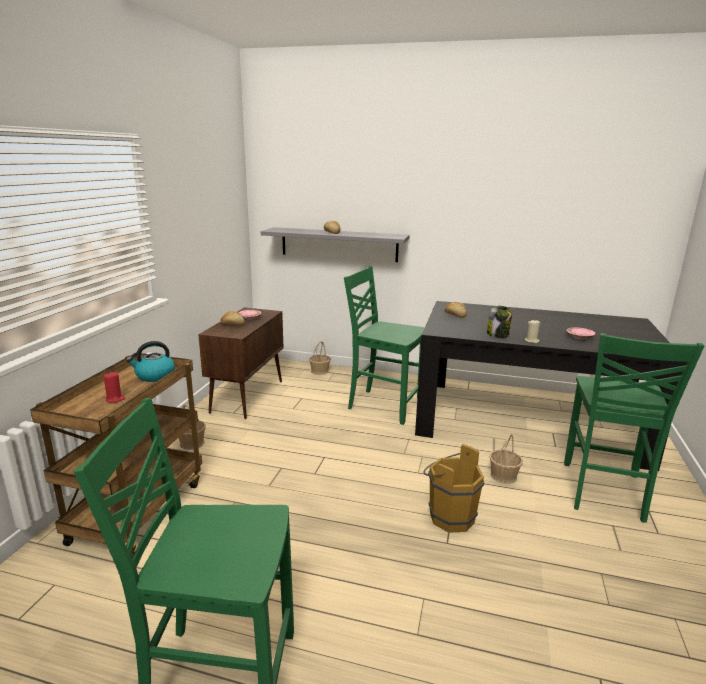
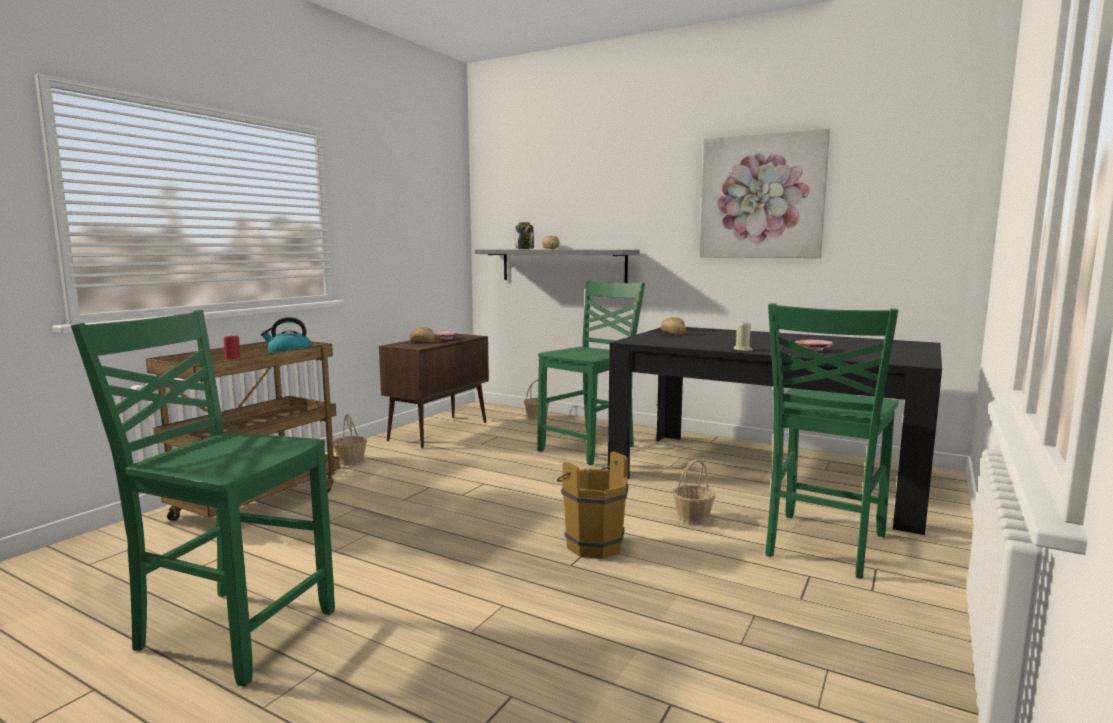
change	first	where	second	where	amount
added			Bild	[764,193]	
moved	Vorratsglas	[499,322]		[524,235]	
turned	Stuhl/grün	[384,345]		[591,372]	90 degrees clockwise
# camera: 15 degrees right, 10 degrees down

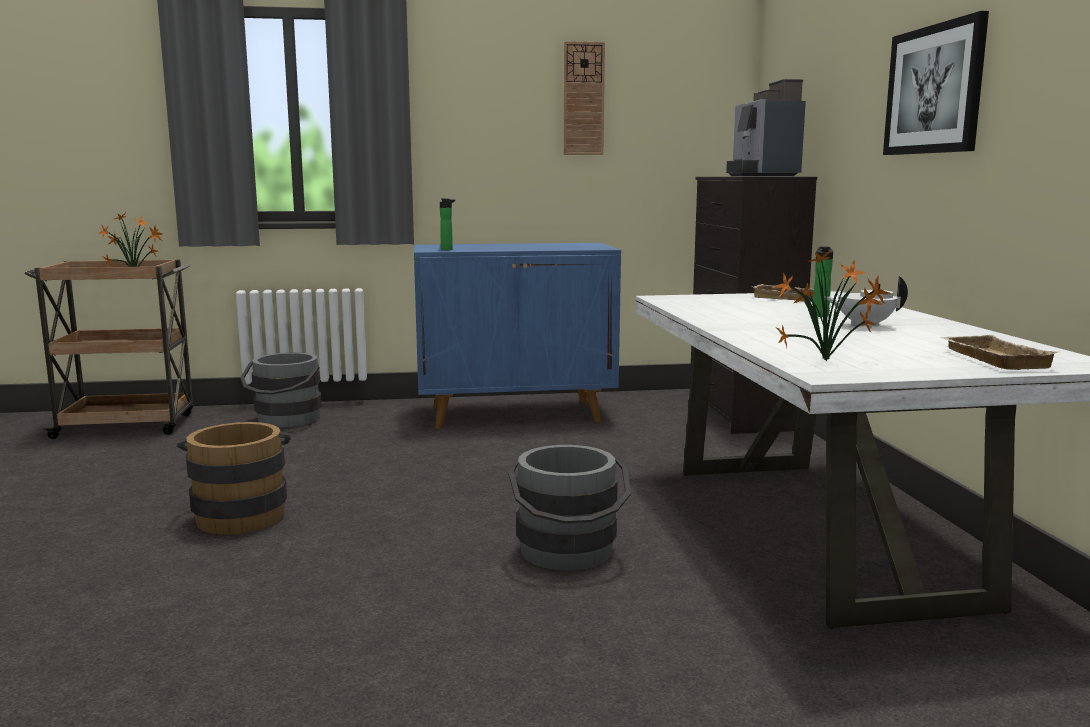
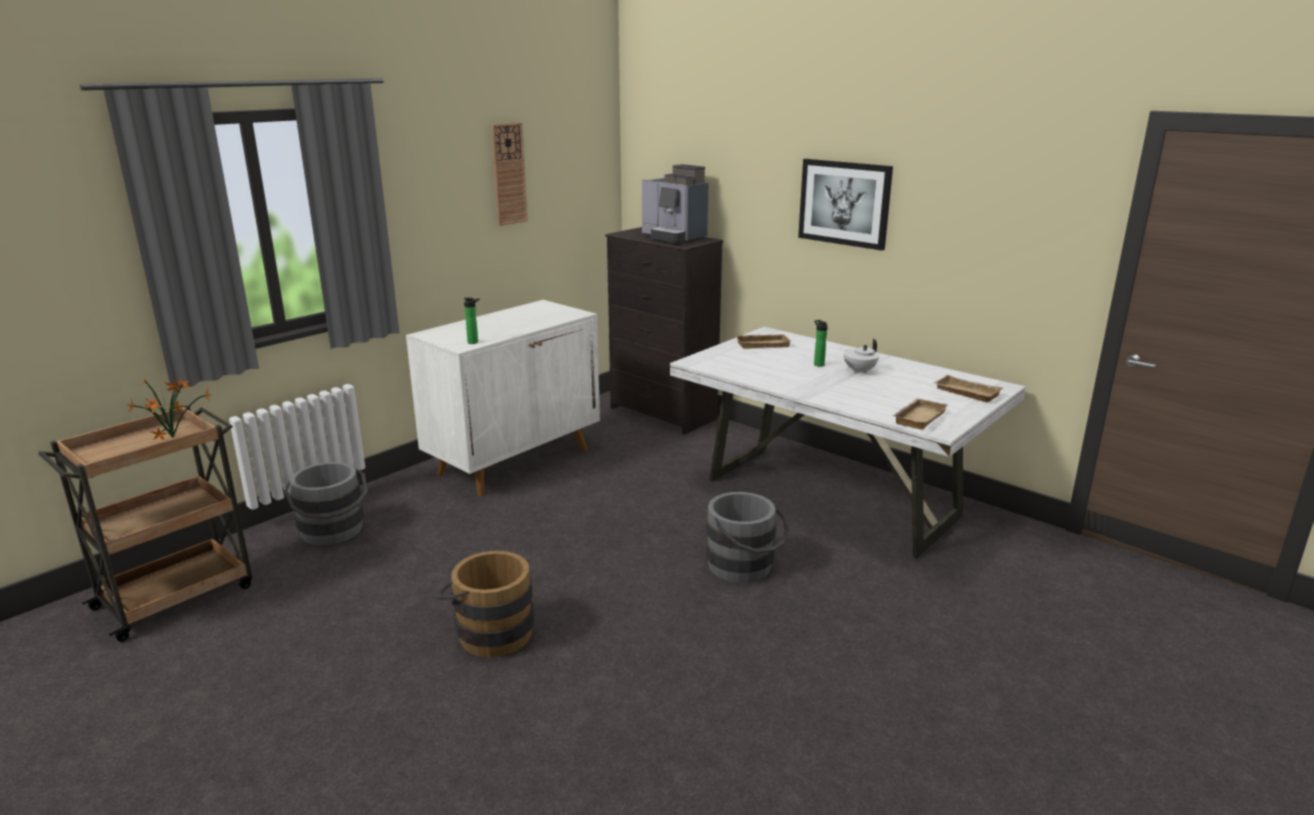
change	first	where	second	where	amount
replaced	Topfpflanze	[832,306]	Tablett/beige	[920,414]	
recoloured	Schrank/blau	[517,336]	Schrank/weiß	[503,398]	
# camera: 40 degrees left, 10 degrees up

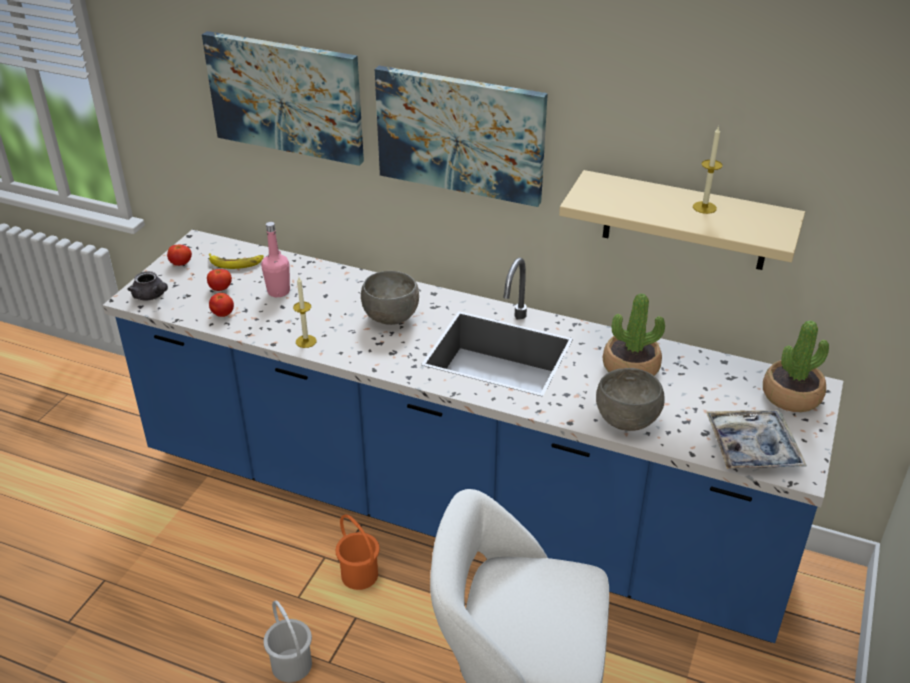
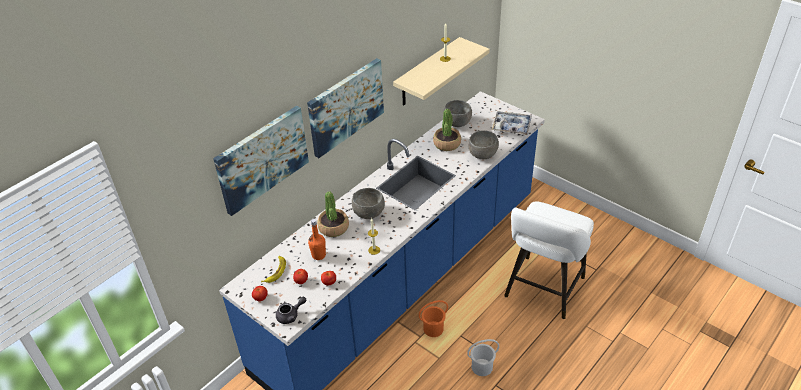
change	first	where	second	where	amount
added			Schüssel/grau	[457,113]	
moved	Topfpflanze	[796,366]		[333,214]	
recoloured	Flasche/rosa	[275,259]	Flasche/orange	[317,239]	
# camera: 70 degrees left, 5 degrees up

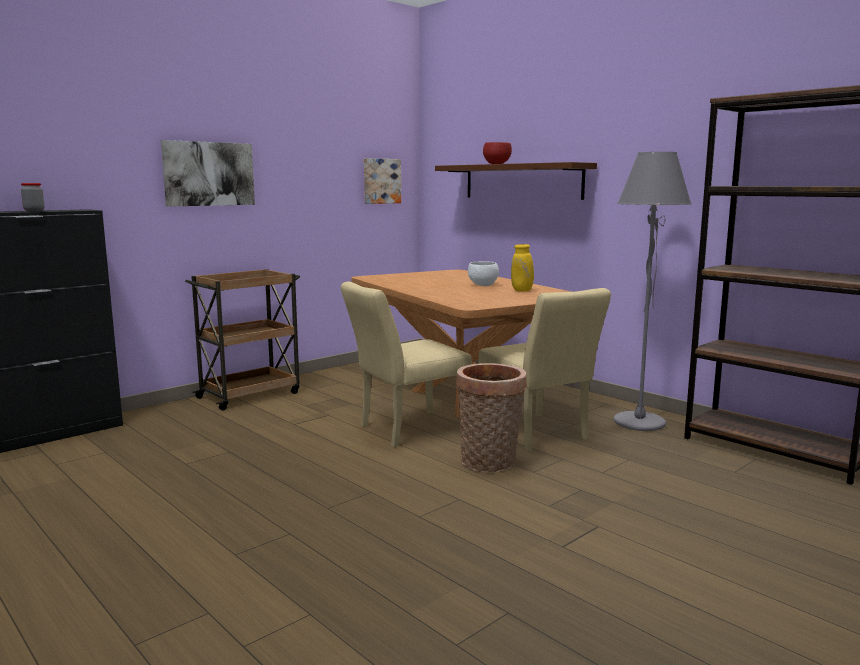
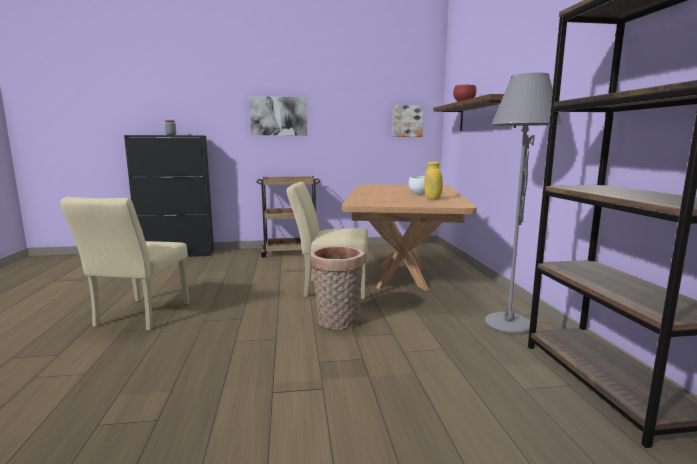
change	first	where	second	where	amount
moved	Stuhl/beige	[545,370]		[124,263]	
# camera: 35 degrees right, 0 degrees up

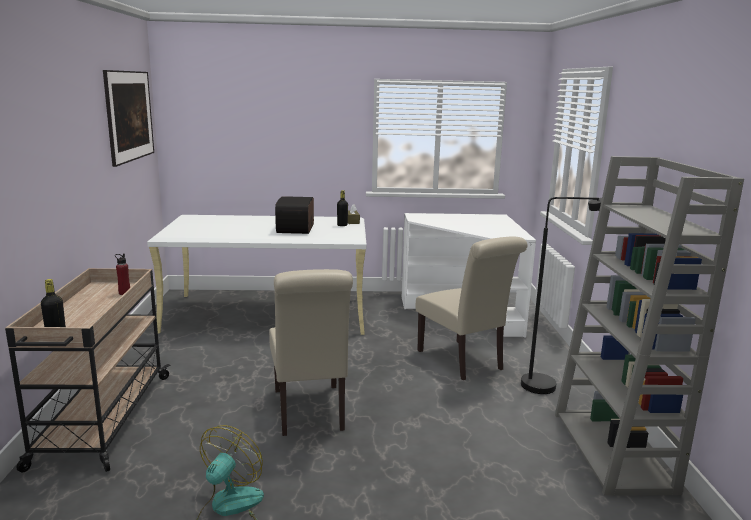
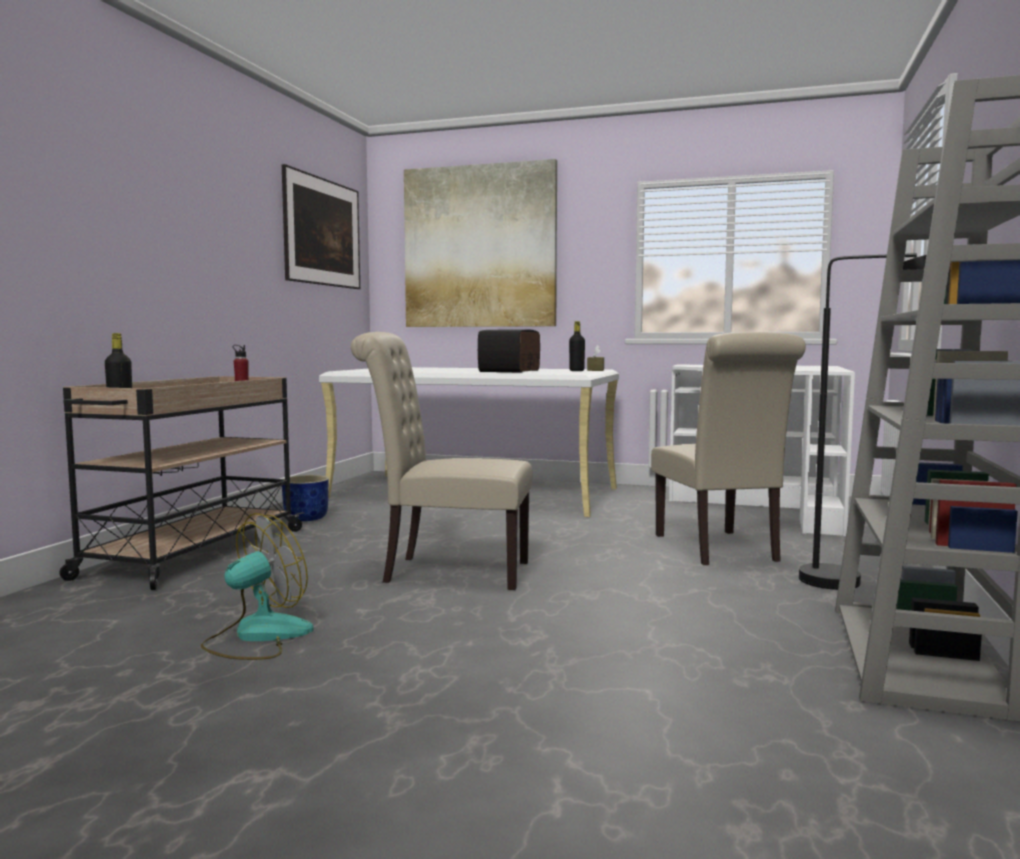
change	first	where	second	where	amount
added			Pflanzkübel/blau	[305,498]	
added			Bild	[480,243]	
turned	Stuhl/beige	[311,352]		[441,461]	90 degrees clockwise
# camera: 20 degrees right, 10 degrees down

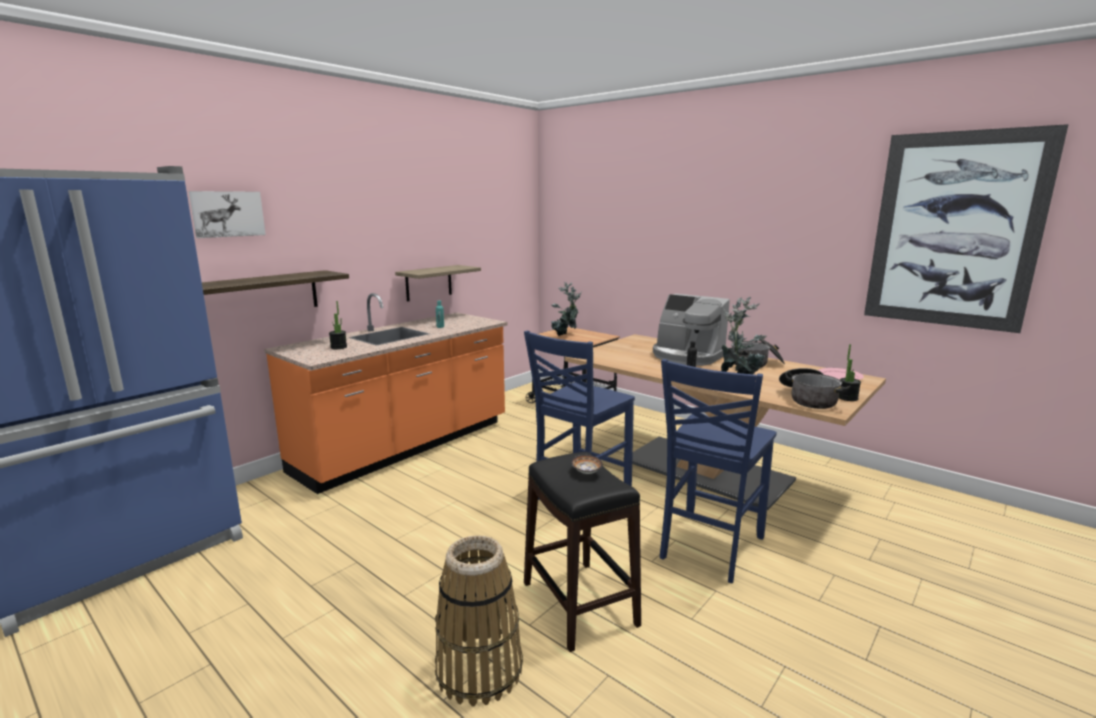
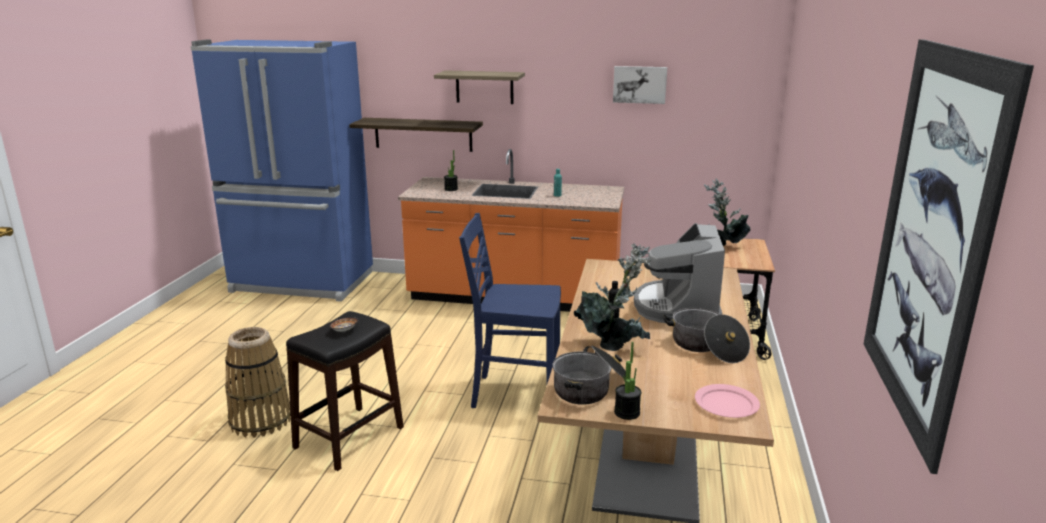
change	first	where	second	where	amount
removed	Stuhl/blau	[718,471]			
moved	Bild	[227,214]		[640,85]	
moved	Wandregal	[438,283]		[479,87]	
# camera: 60 degrees right, 5 degrees up

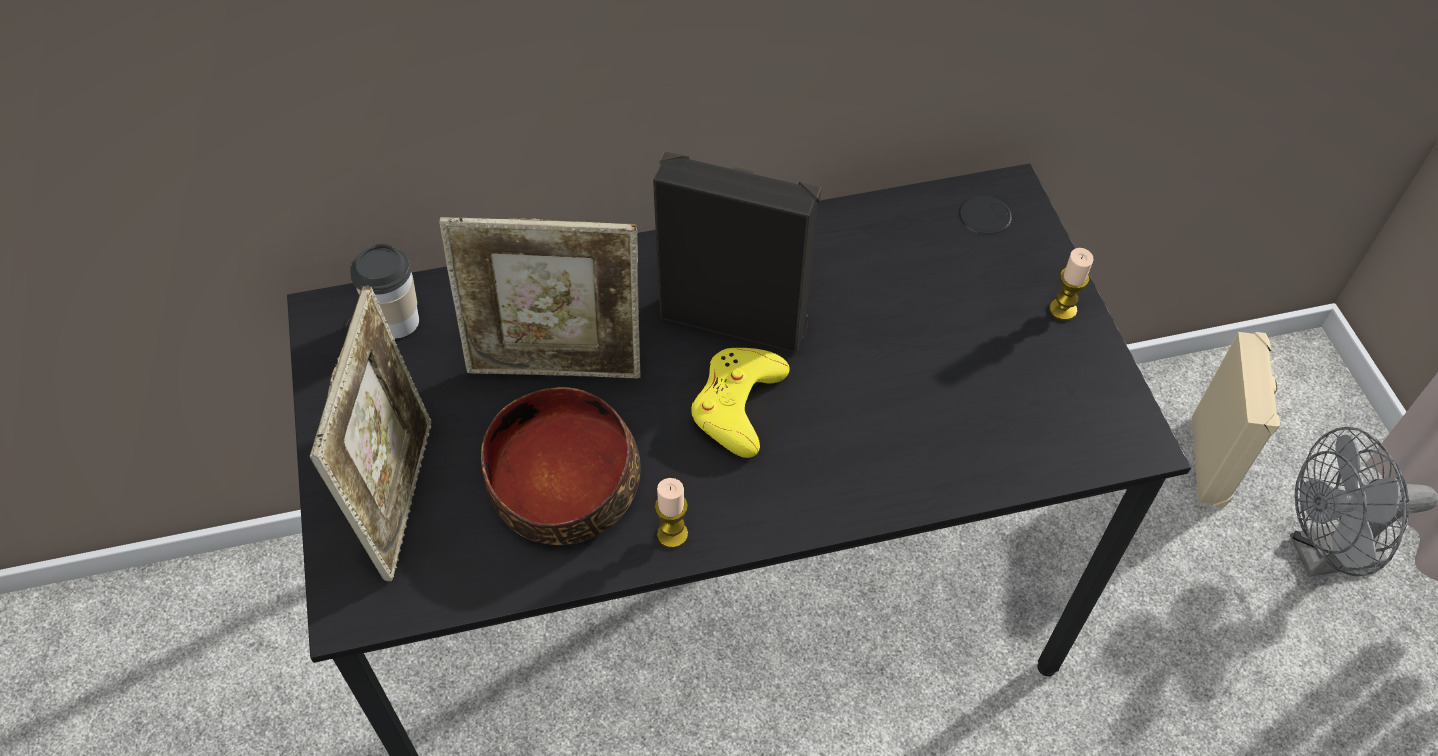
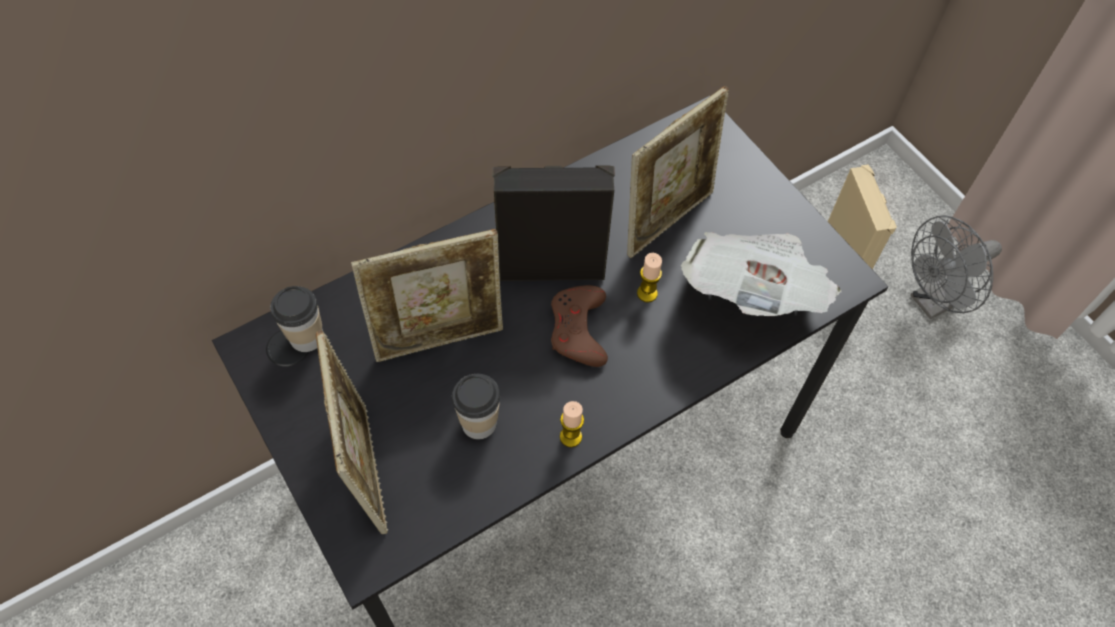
change	first	where	second	where	amount
added			Bilderrahmen	[678,172]	
added			Zeitung	[761,274]	
moved	Kerze	[1071,284]		[649,278]	
replaced	Schüssel	[561,466]	Tasse	[476,406]	
recoloured	Gamepad/gelb	[740,403]	Gamepad/braun	[579,326]	
# camera: 20 degrees left, 5 degrees up

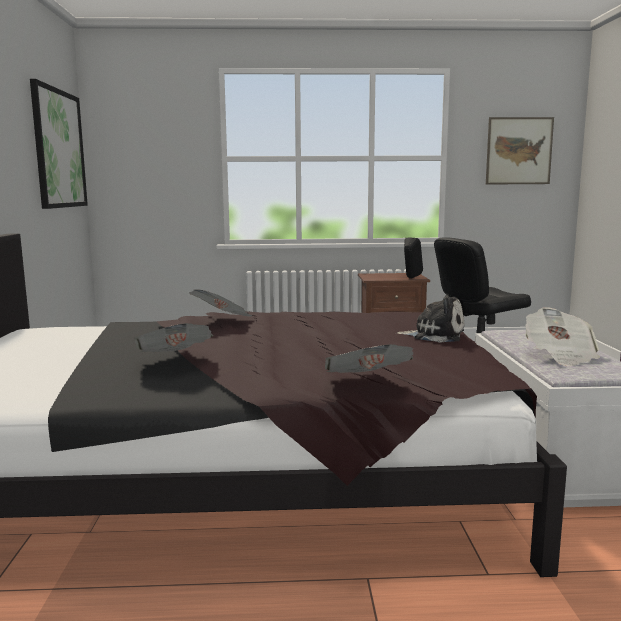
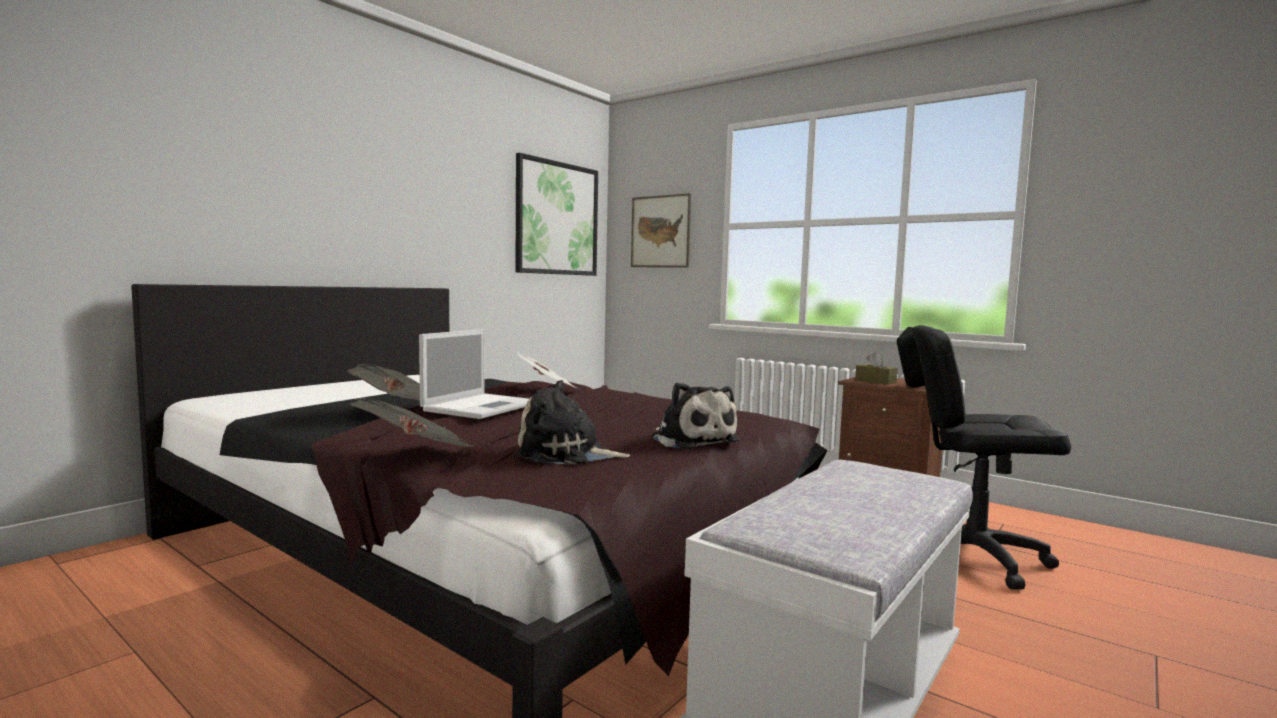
change	first	where	second	where	amount
removed	Zeitung	[562,336]			
added			Laptop	[474,374]	
added			Plüschtier	[572,422]	
added			Taschentuchbox/braun	[876,368]	
moved	Bild	[520,151]		[661,230]	
# camera: 40 degrees right, 5 degrees down

